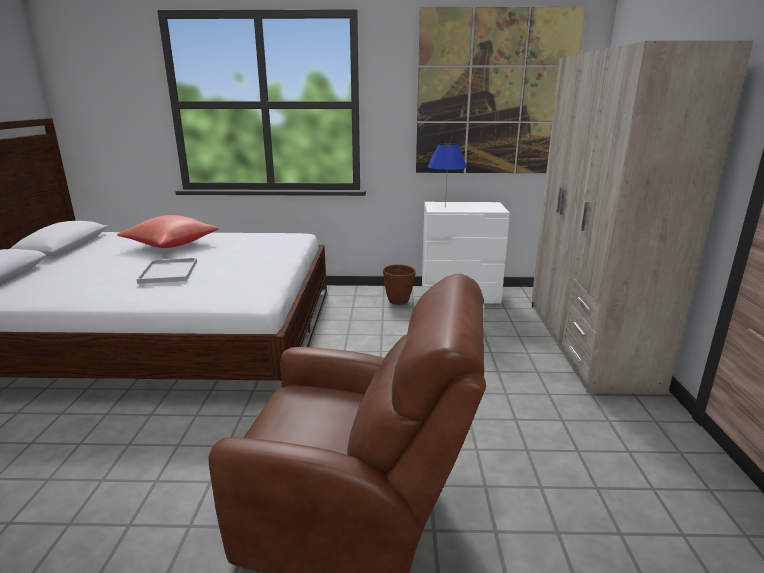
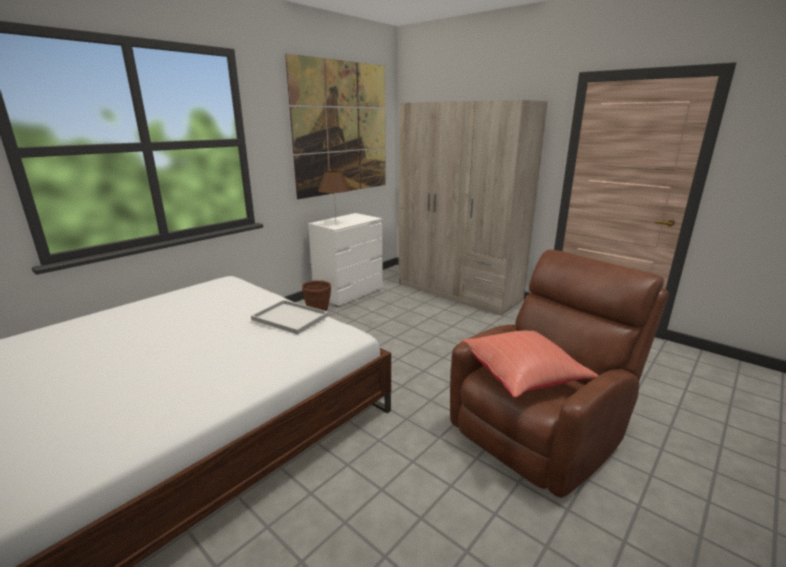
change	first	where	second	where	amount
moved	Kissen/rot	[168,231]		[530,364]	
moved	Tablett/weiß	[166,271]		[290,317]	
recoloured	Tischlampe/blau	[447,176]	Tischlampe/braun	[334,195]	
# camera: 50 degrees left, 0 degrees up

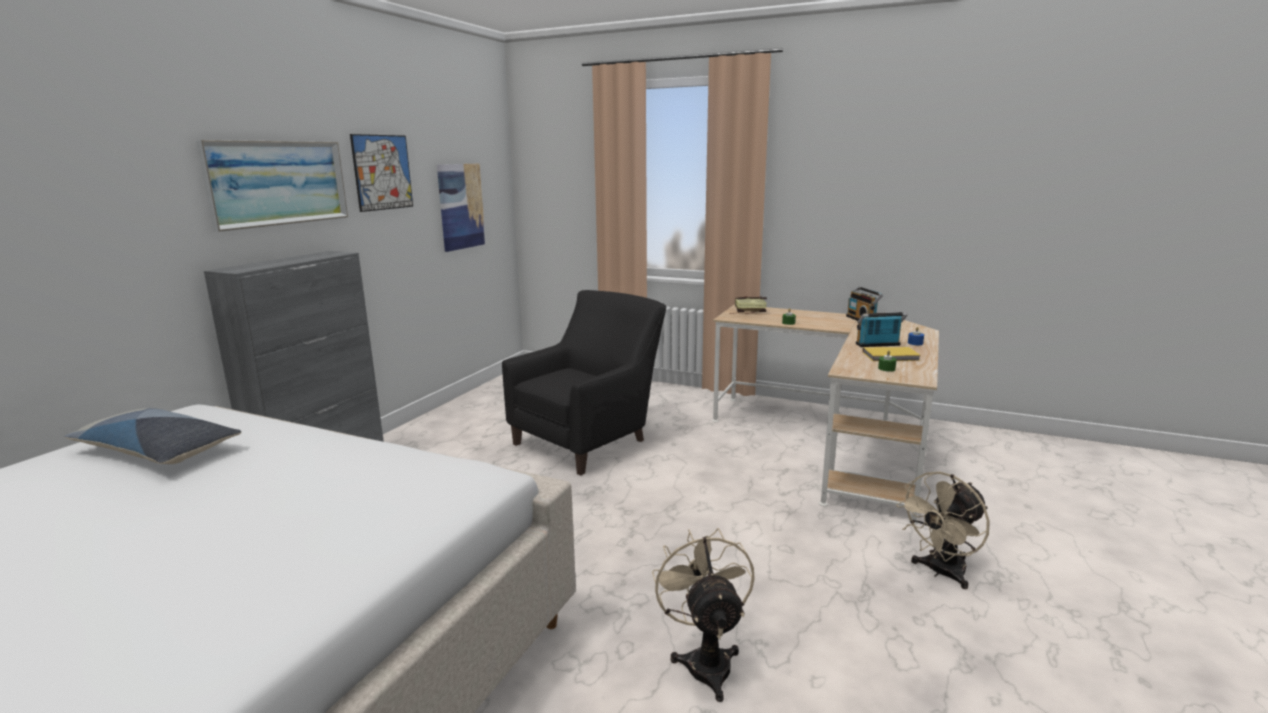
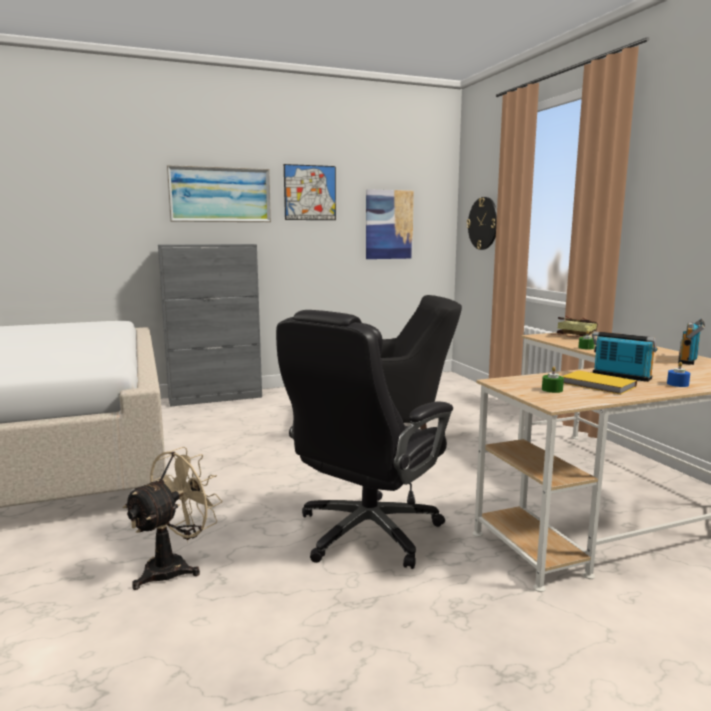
change	first	where	second	where	amount
removed	Kissen	[153,436]			
removed	Ventilator/beige	[943,530]			
added			Bürostuhl/schwarz	[364,439]	
added			Wanduhr	[482,223]	
# camera: 45 degrees right, 5 degrees down

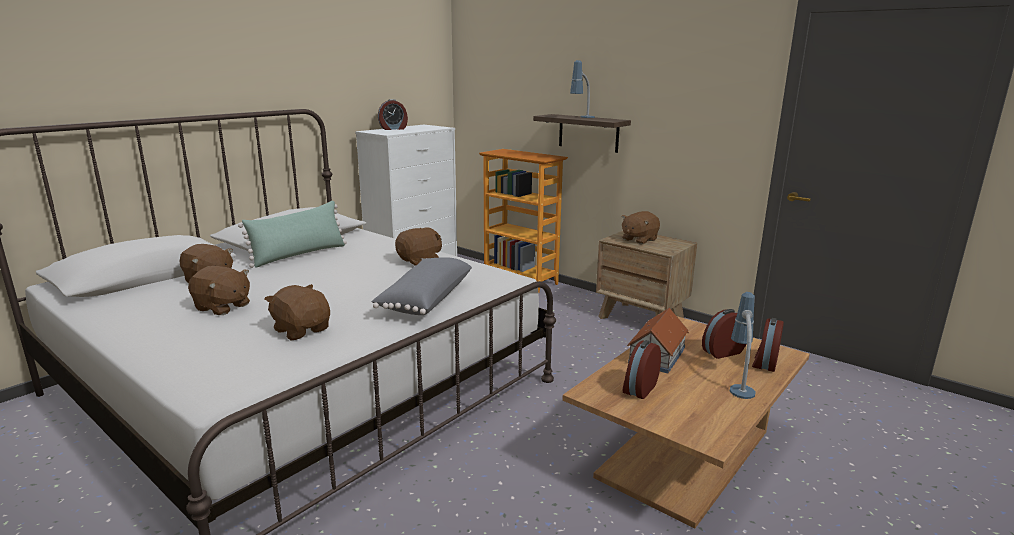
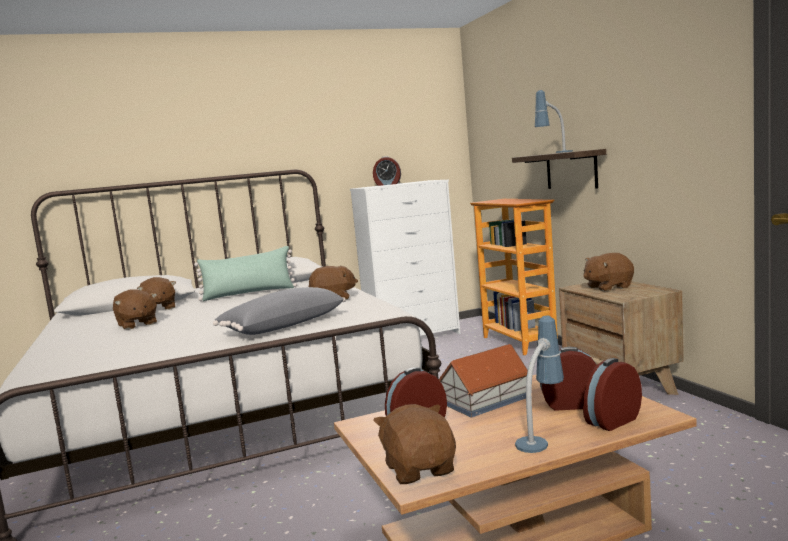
change	first	where	second	where	amount
moved	Plüschtier/braun	[297,312]		[414,444]	
# camera: 30 degrees right, 10 degrees down

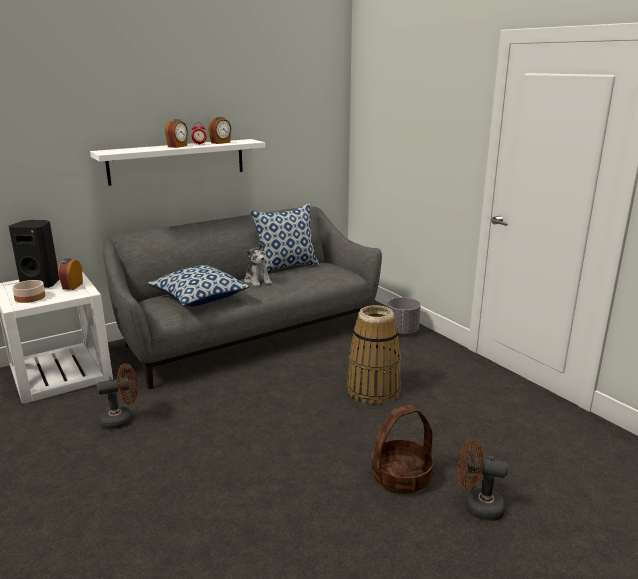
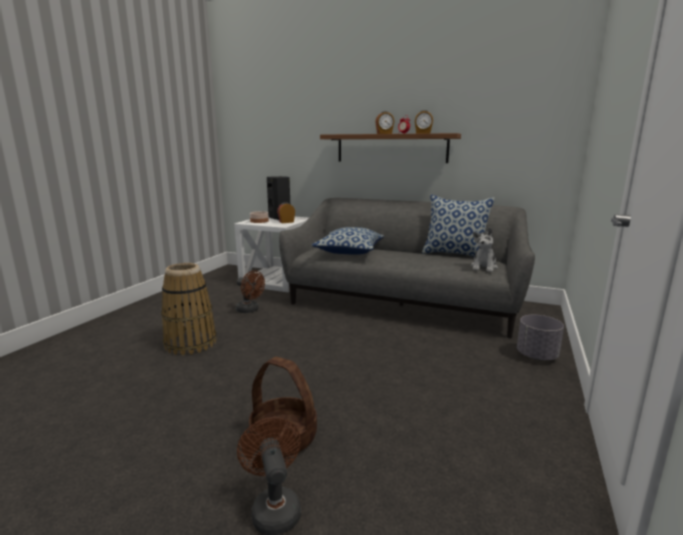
change	first	where	second	where	amount
moved	Plüschtier	[258,265]		[484,250]	
moved	Korb	[373,355]		[189,309]	
recoloured	Wandregal/weiß	[177,162]	Wandregal/braun	[390,148]	
# camera: 55 degrees right, 5 degrees down

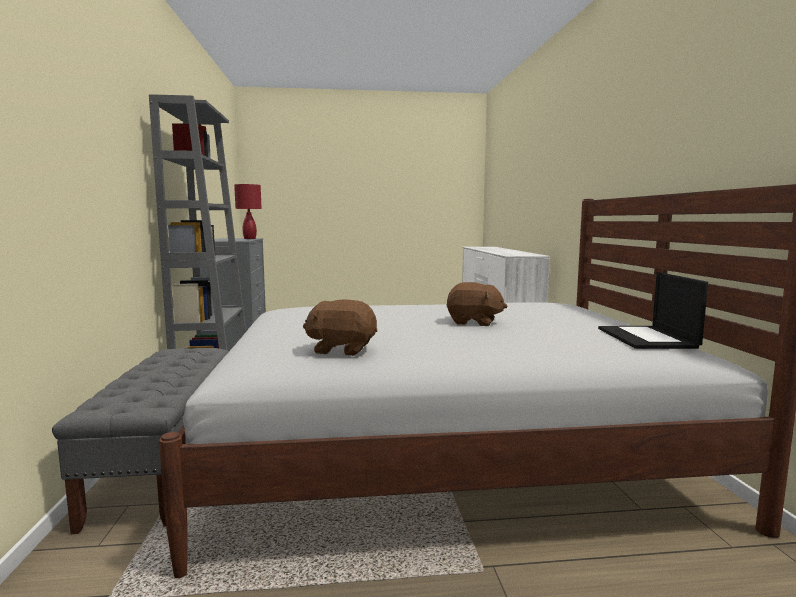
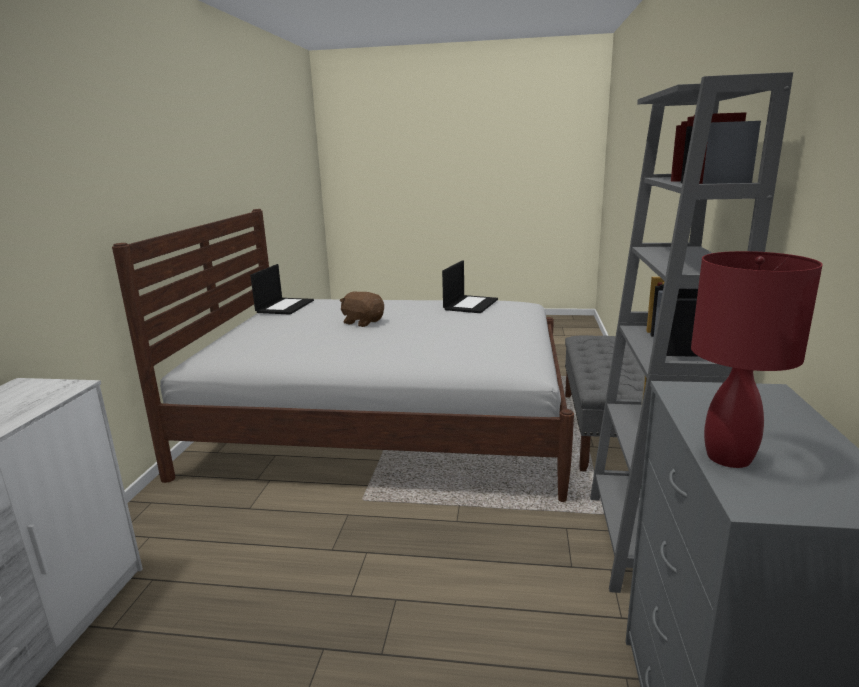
change	first	where	second	where	amount
replaced	Plüschtier/braun	[340,327]	Laptop	[470,286]	
# camera: 165 degrees left, 10 degrees up

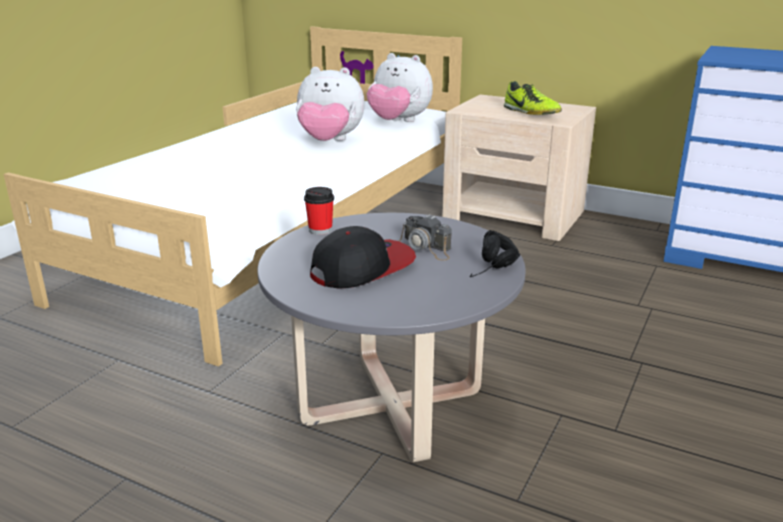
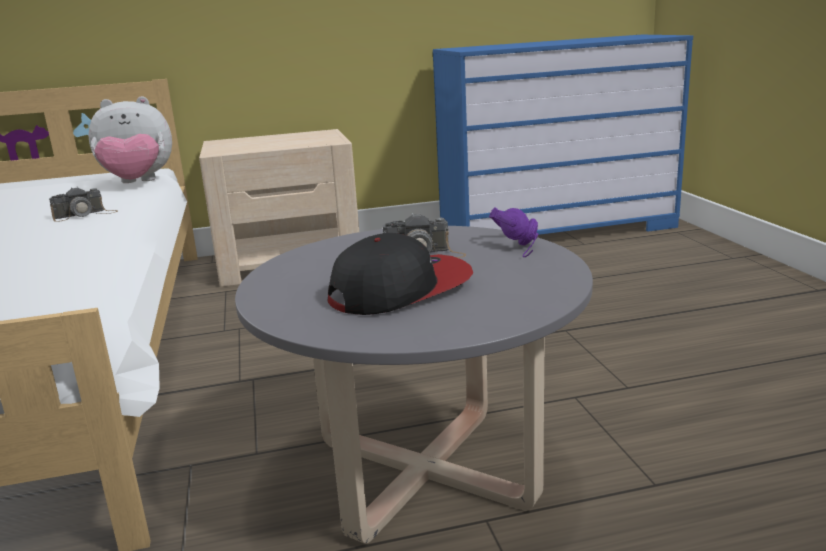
change	first	where	second	where	amount
removed	Tasse	[319,211]			
removed	Schuh	[533,98]			
replaced	Plüschtier	[330,104]	Kamera	[83,204]	
recoloured	Kopfhörer/schwarz	[495,253]	Kopfhörer/lila	[513,232]	
turned	Kappe	[363,257]		[400,274]	45 degrees clockwise
# camera: 40 degrees left, 5 degrees down

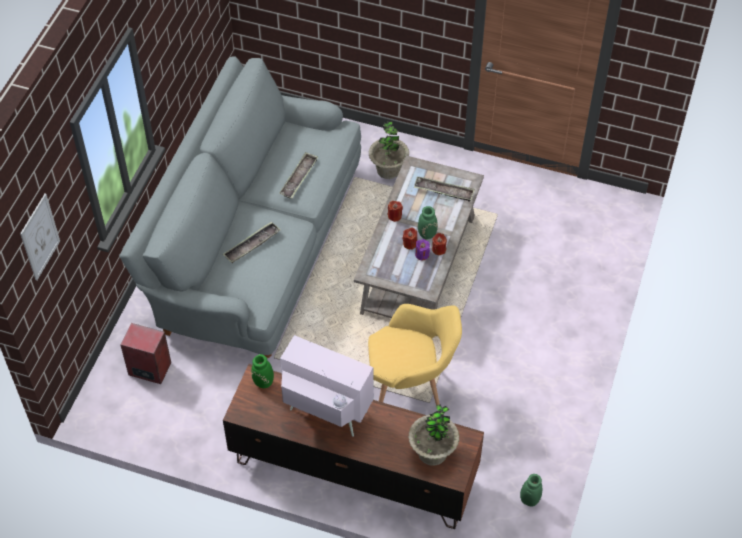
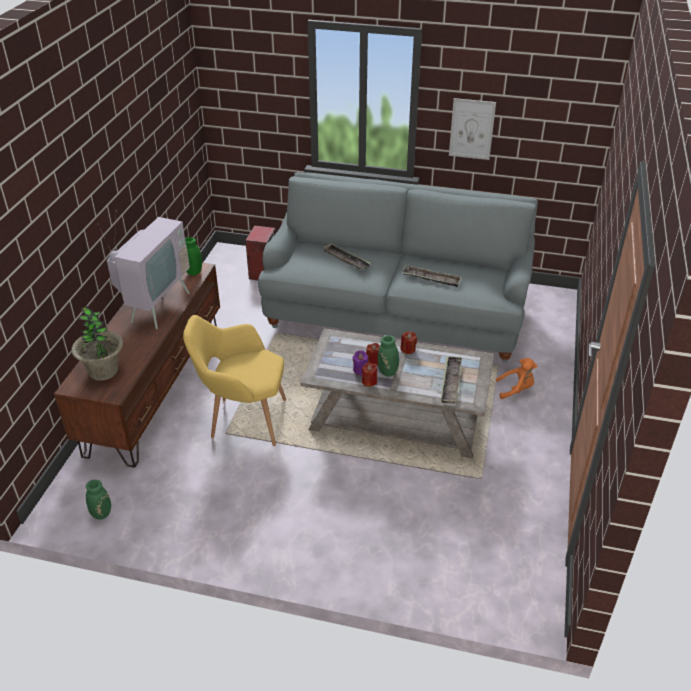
change	first	where	second	where	amount
moved	Bild	[40,237]		[472,129]	
replaced	Topfpflanze	[389,150]	Plüschtier/orange	[516,378]	
turned	Sessel/gelb	[415,354]		[234,380]	105 degrees clockwise
# camera: 85 degrees right, 15 degrees down

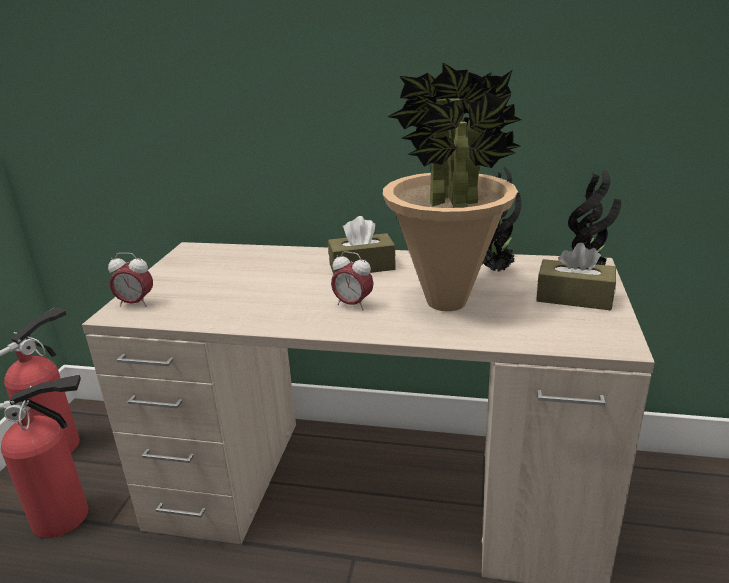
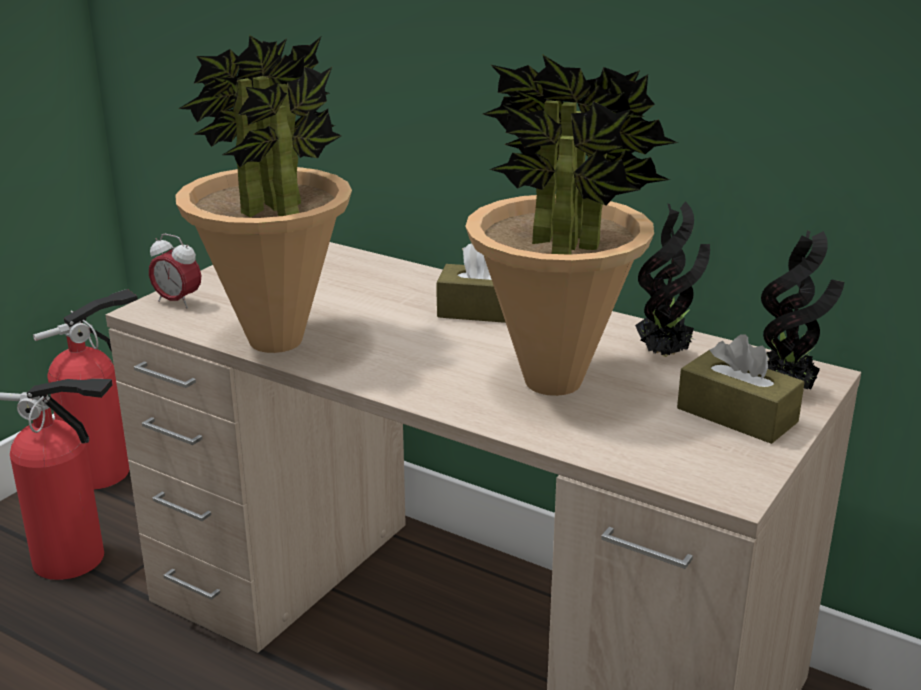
change	first	where	second	where	amount
removed	Wecker	[352,280]			
added			Topfpflanze	[263,194]	
# camera: 20 degrees right, 0 degrees up

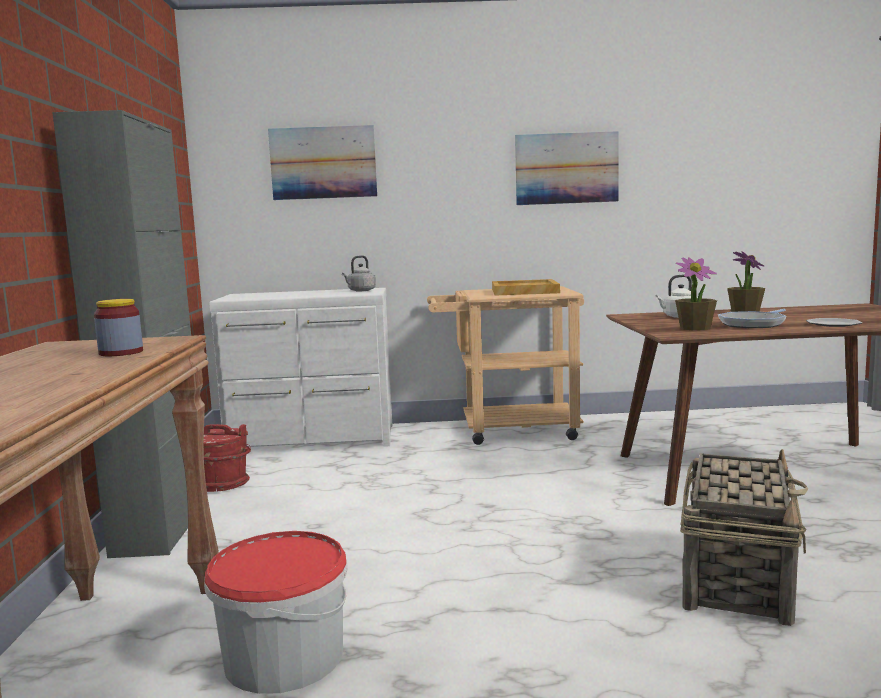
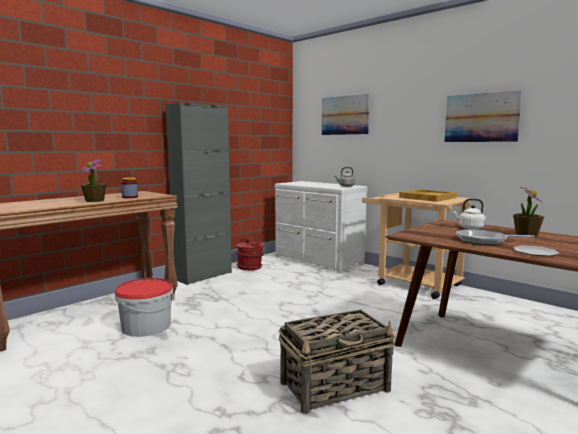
change	first	where	second	where	amount
moved	Topfpflanze	[696,294]		[93,180]	
# camera: 45 degrees right, 0 degrees up

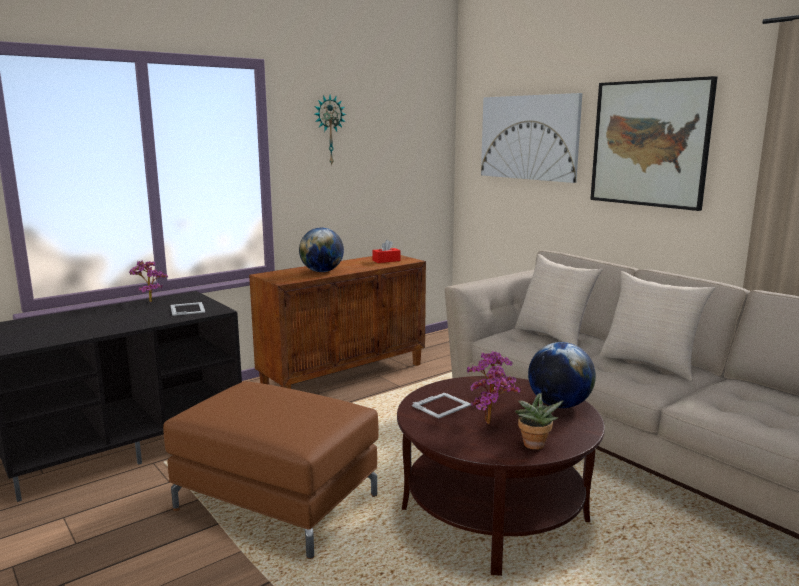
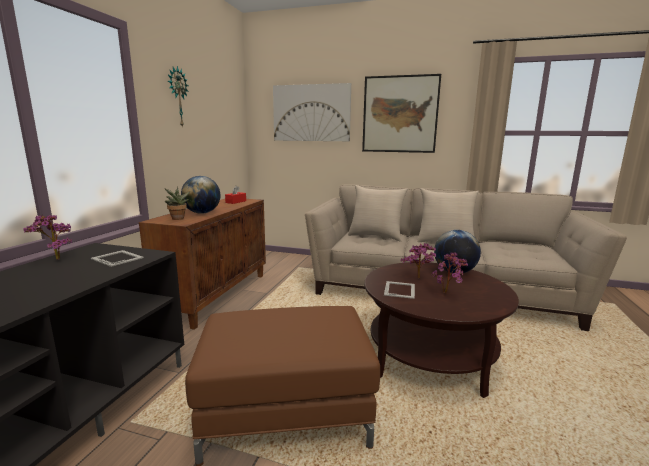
change	first	where	second	where	amount
moved	Topfpflanze	[539,421]		[177,203]	
# camera: 35 degrees left, 0 degrees up

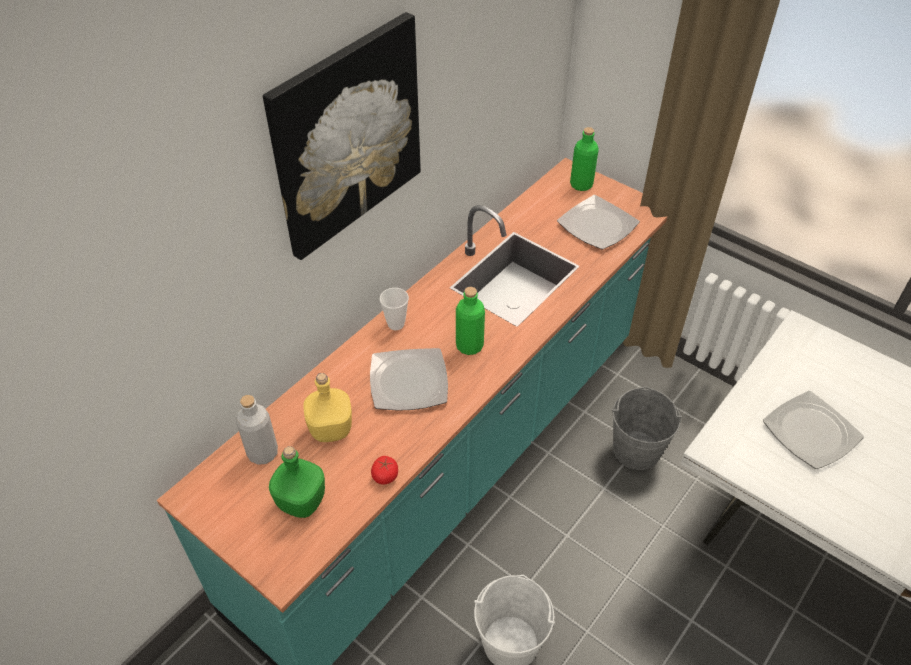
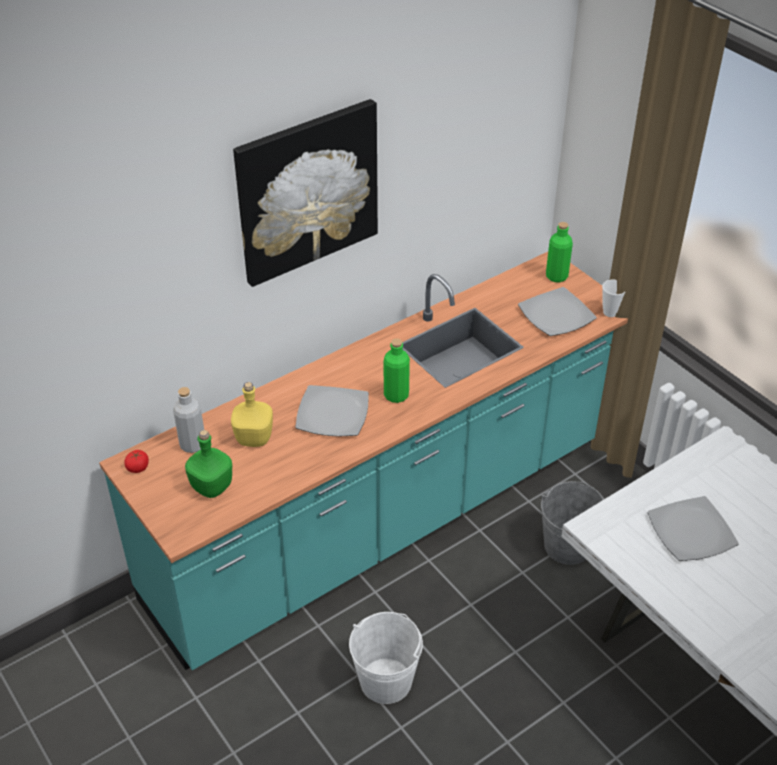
change	first	where	second	where	amount
moved	Tomate	[384,470]		[136,461]	
moved	Tasse	[394,309]		[613,298]	
# camera: 15 degrees right, 5 degrees down

